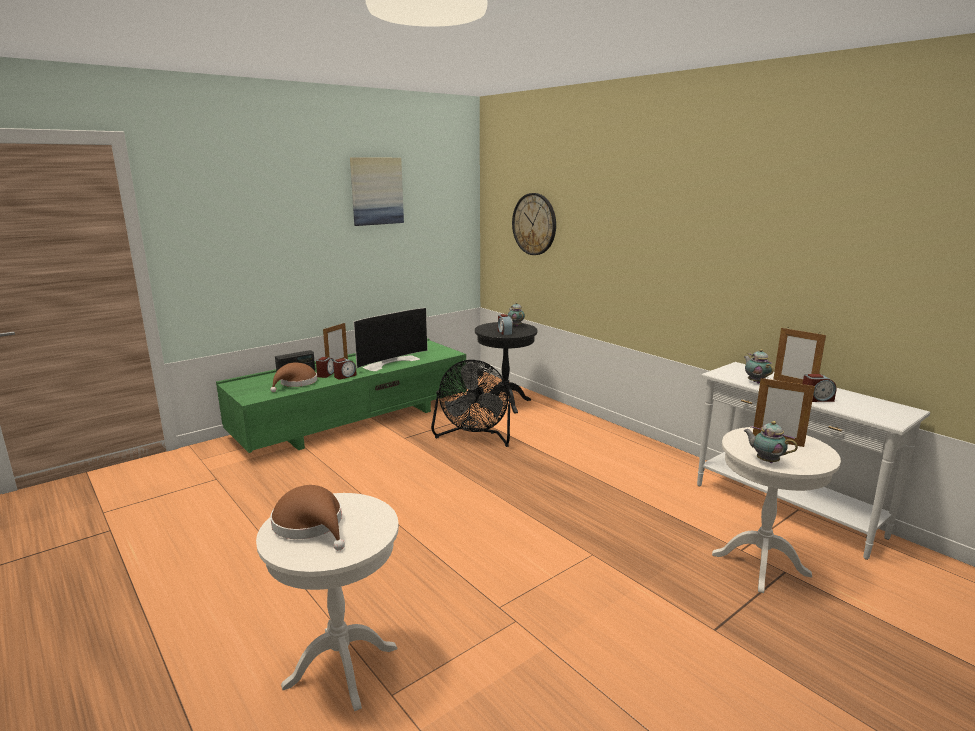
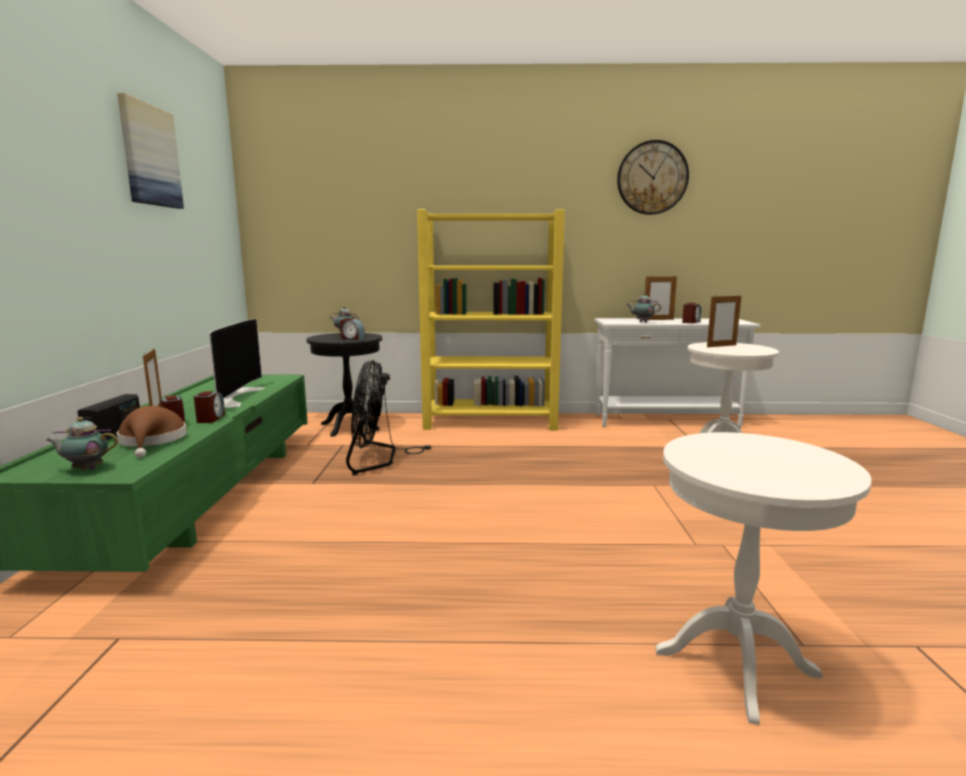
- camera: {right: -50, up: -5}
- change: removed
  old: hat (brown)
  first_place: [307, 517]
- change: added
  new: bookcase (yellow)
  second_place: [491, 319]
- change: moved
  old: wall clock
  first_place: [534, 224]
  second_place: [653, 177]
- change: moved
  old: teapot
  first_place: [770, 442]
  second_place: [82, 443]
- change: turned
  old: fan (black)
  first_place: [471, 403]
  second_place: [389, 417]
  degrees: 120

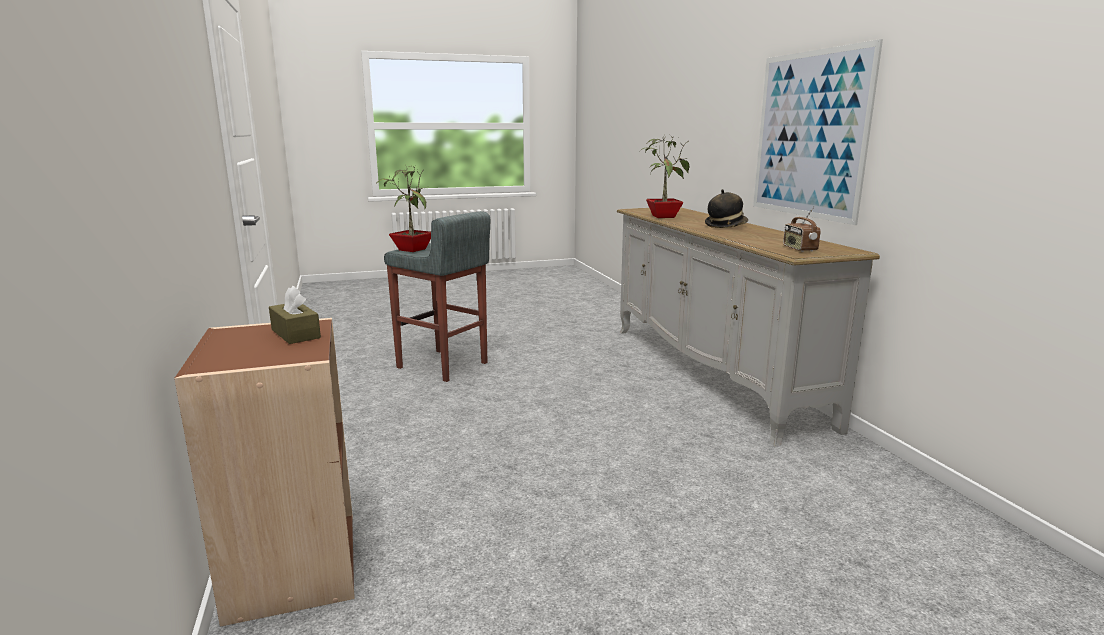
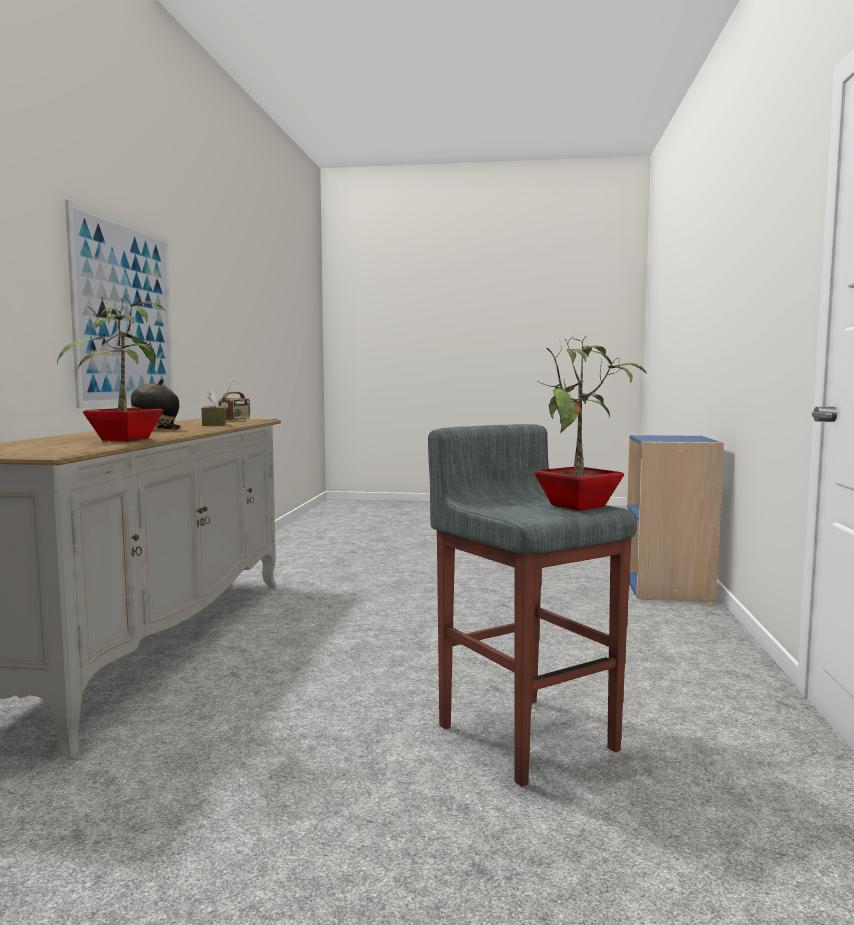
- camera: {right: -155, up: -10}
- change: moved
  old: tissue box (brown)
  first_place: [295, 315]
  second_place: [214, 408]
- change: recoloured
  old: bookcase (brown)
  new: bookcase (blue)
  first_place: [264, 472]
  second_place: [675, 518]

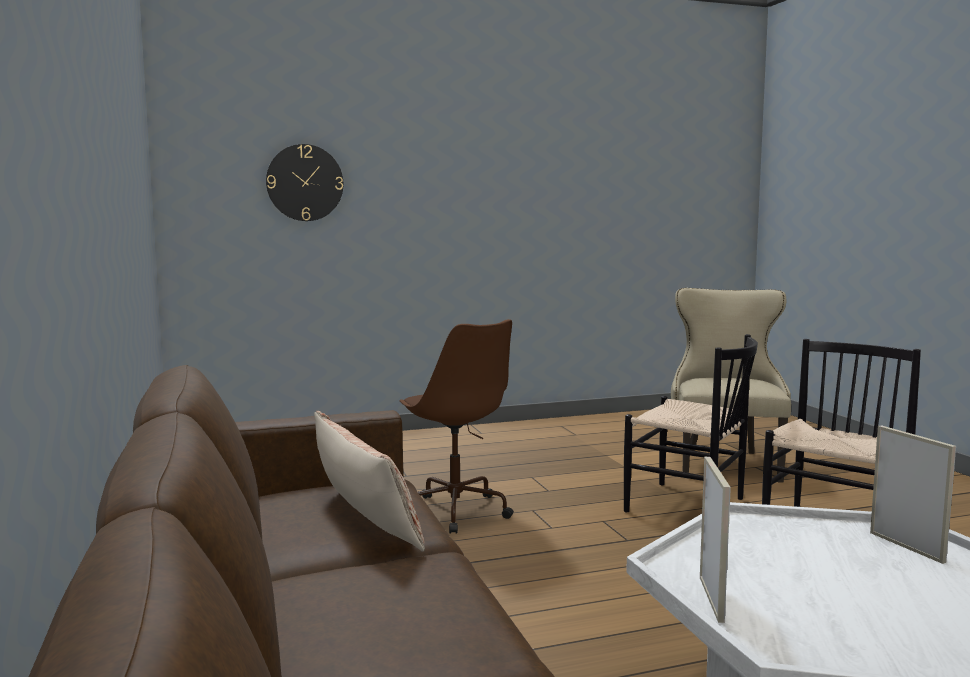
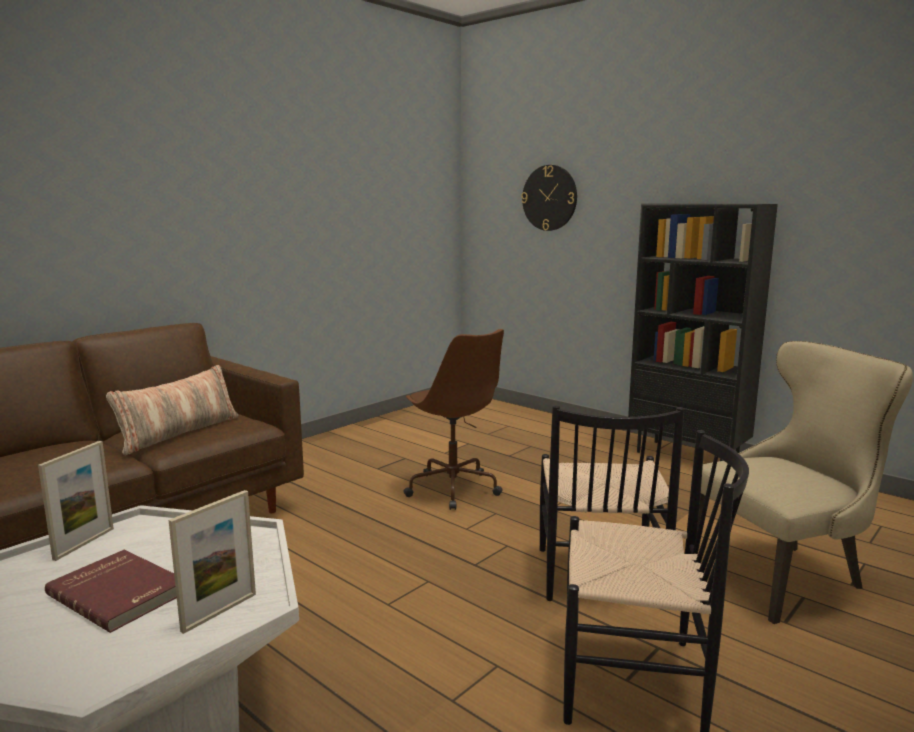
- camera: {right: 60, up: 5}
- change: added
  new: book (red)
  second_place: [111, 591]
- change: added
  new: bookcase (black)
  second_place: [703, 332]
- change: turned
  old: office chair (brown)
  first_place: [456, 426]
  second_place: [453, 419]
  degrees: -60
- change: turned
  old: picture frame
  first_place: [715, 540]
  second_place: [76, 501]
  degrees: -45

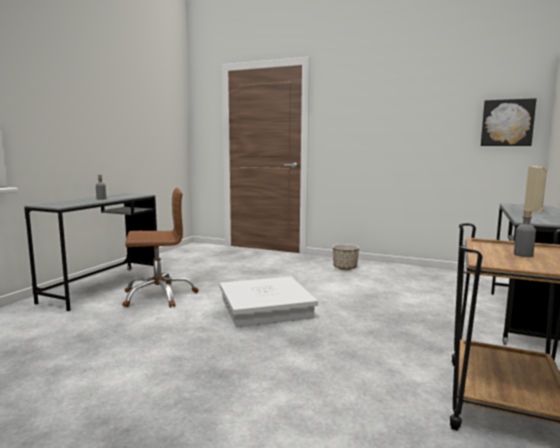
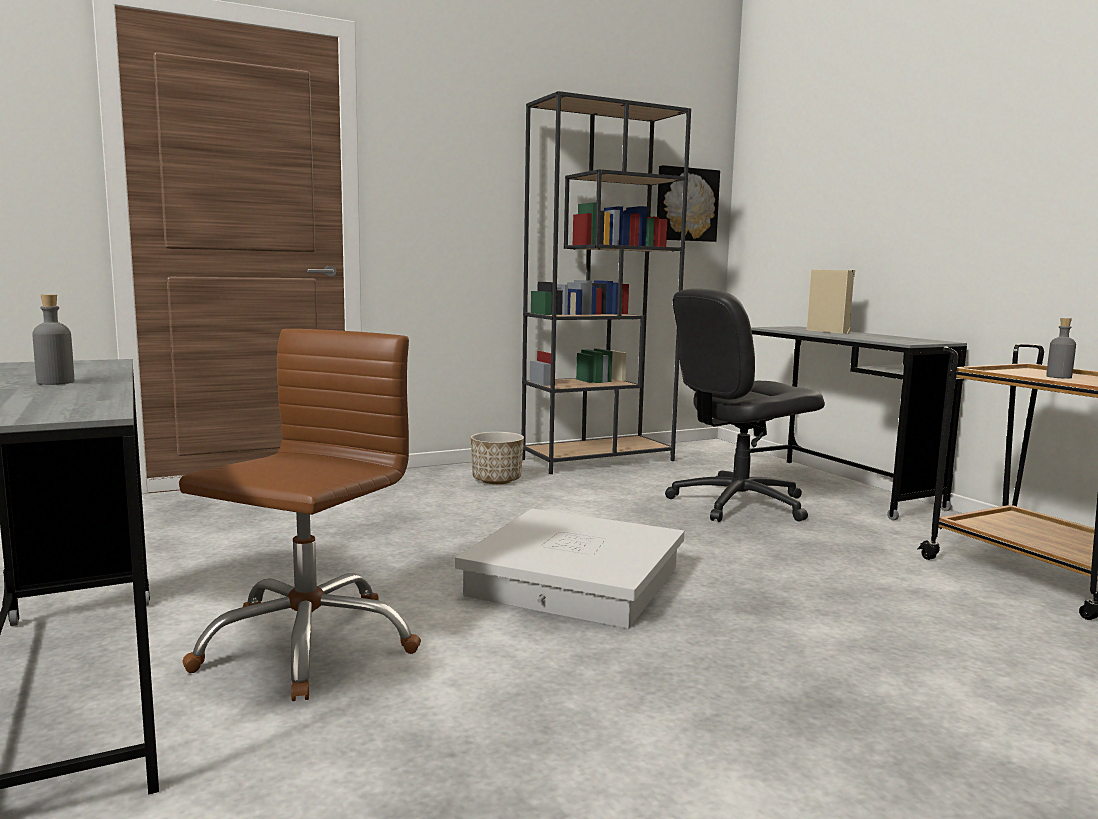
- camera: {right: -50, up: 0}
- change: added
  new: bookcase
  second_place: [606, 282]
- change: added
  new: office chair (black)
  second_place: [745, 405]

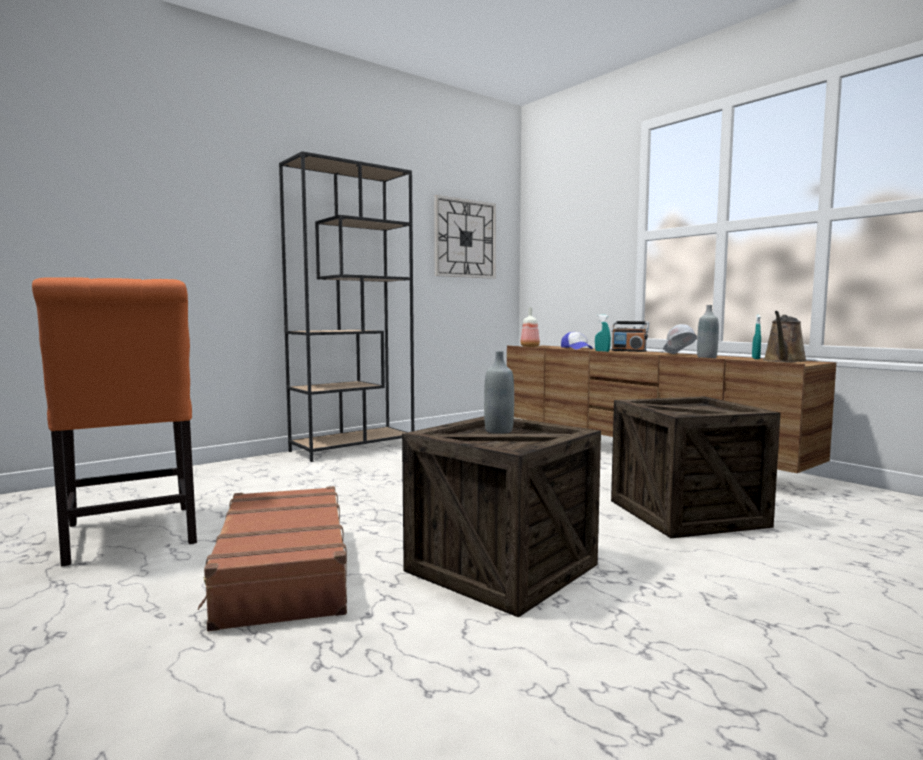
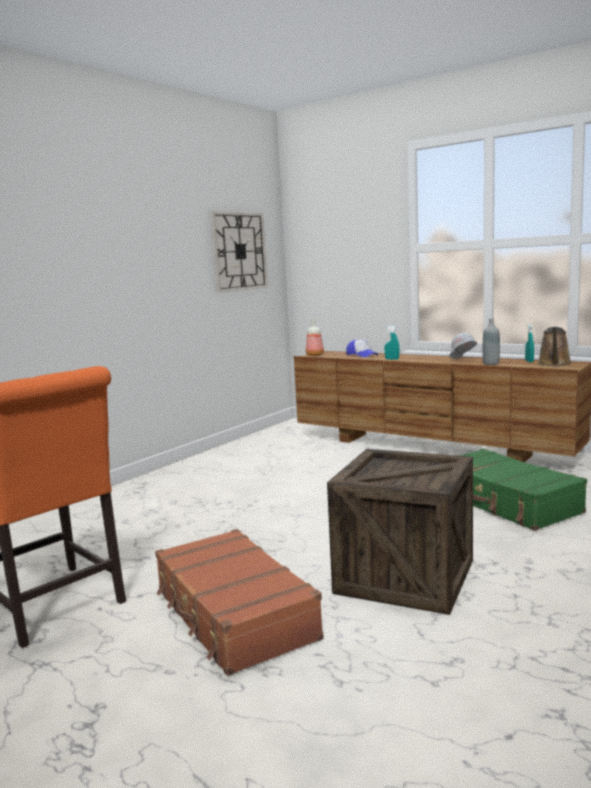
- camera: {right: -15, up: 5}
- change: removed
  old: bookcase
  first_place: [346, 306]
- change: removed
  old: bottle (grey)
  first_place: [499, 392]
- change: removed
  old: radio
  first_place: [630, 336]
- change: replaced
  old: crate
  new: suitcase (green)
  first_place: [696, 467]
  second_place: [523, 489]

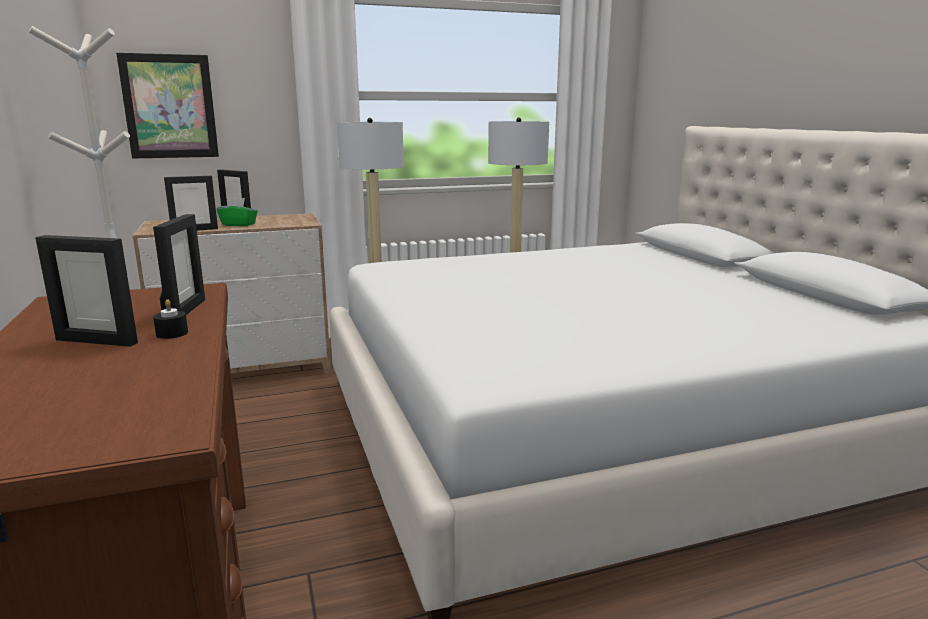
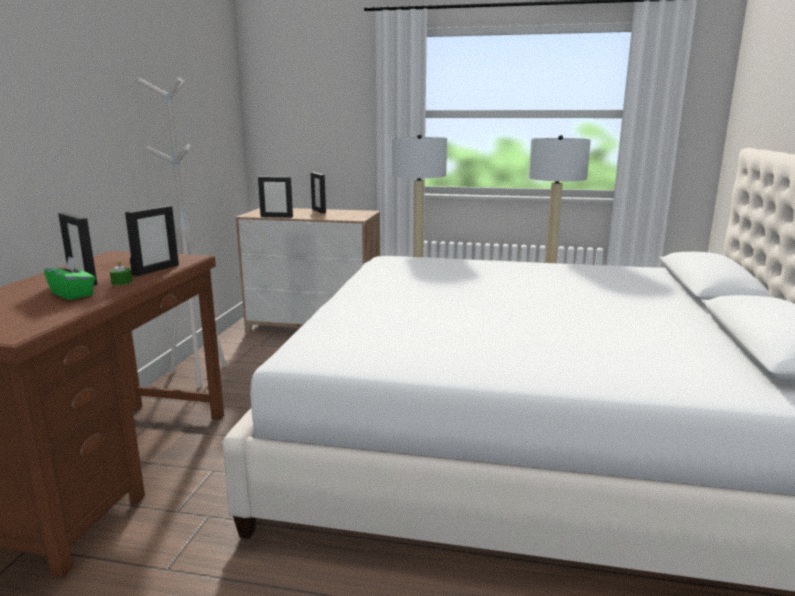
- camera: {right: 30, up: 0}
- change: removed
  old: picture
  first_place: [167, 106]
- change: moved
  old: tissue box (green)
  first_place: [237, 212]
  second_place: [69, 278]
- change: recoloured
  old: candle (black)
  new: candle (green)
  first_place: [170, 319]
  second_place: [121, 272]

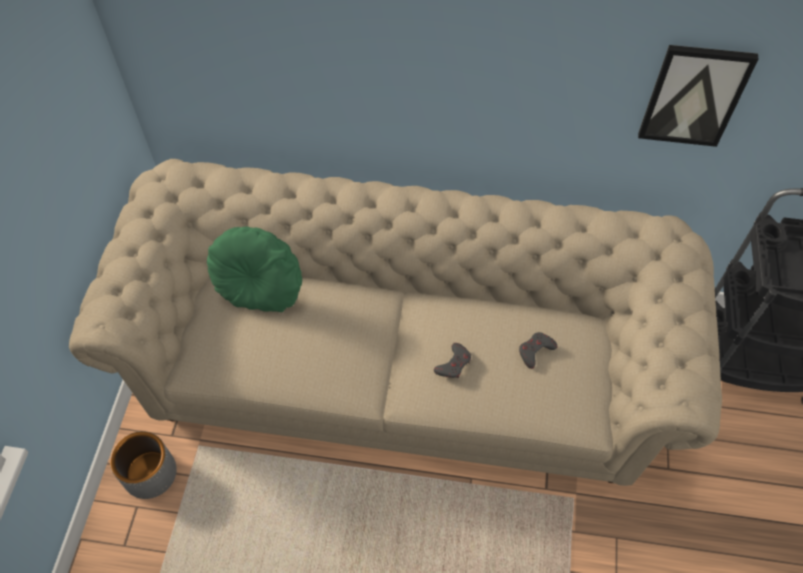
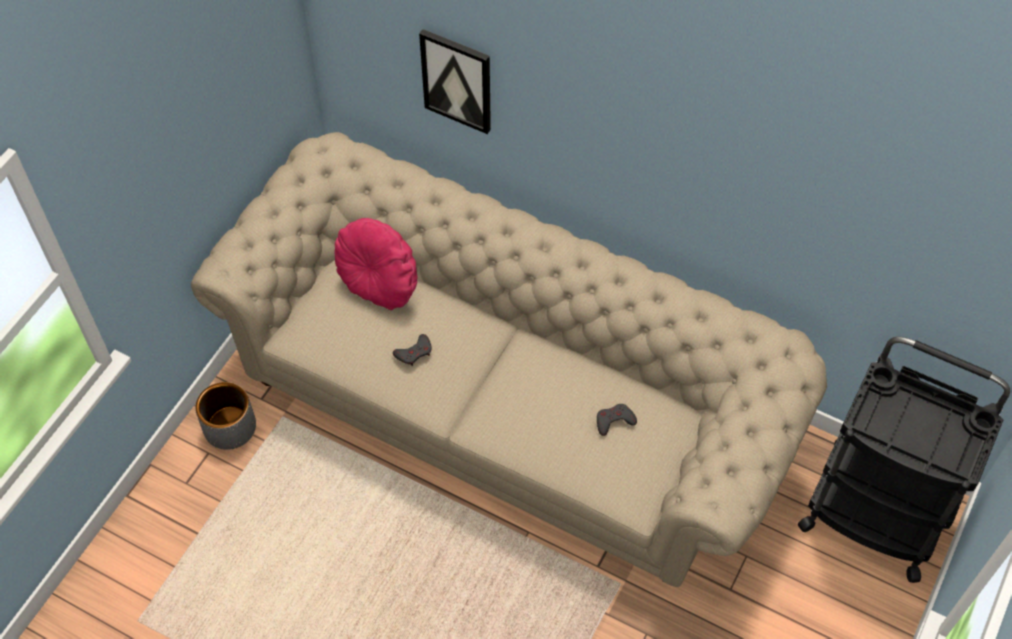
- camera: {right: 20, up: 0}
- change: moved
  old: game controller (grey)
  first_place: [452, 360]
  second_place: [412, 350]
- change: moved
  old: picture
  first_place: [698, 96]
  second_place: [455, 81]
- change: recoloured
  old: pillow (green)
  new: pillow (pink)
  first_place: [254, 269]
  second_place: [376, 264]

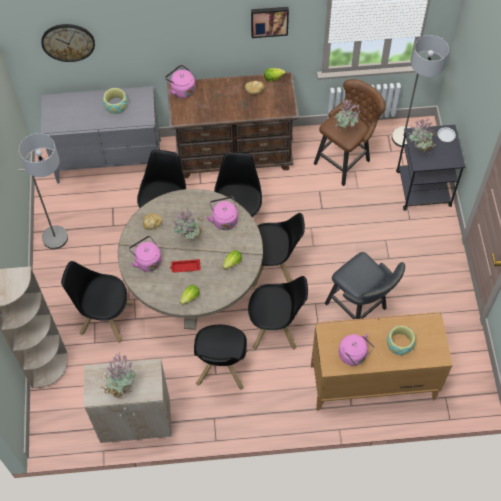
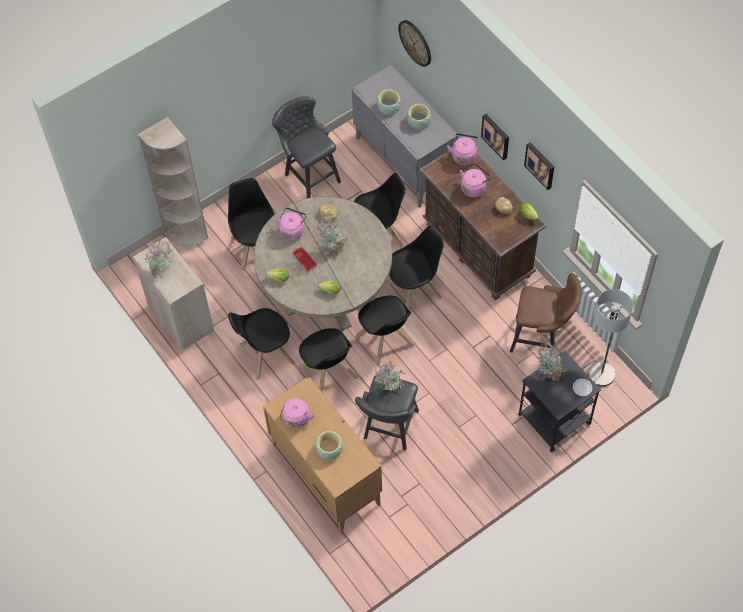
- camera: {right: 60, up: 0}
- change: added
  new: bowl
  second_place: [389, 102]
- change: added
  new: picture
  second_place: [495, 137]
- change: moved
  old: kettle (pink)
  first_place: [222, 213]
  second_place: [475, 180]
- change: moved
  old: potted plant
  first_place: [347, 115]
  second_place: [390, 376]
- change: replaced
  old: floor lamp (grey)
  new: stool (grey)
  first_place: [42, 191]
  second_place: [306, 147]

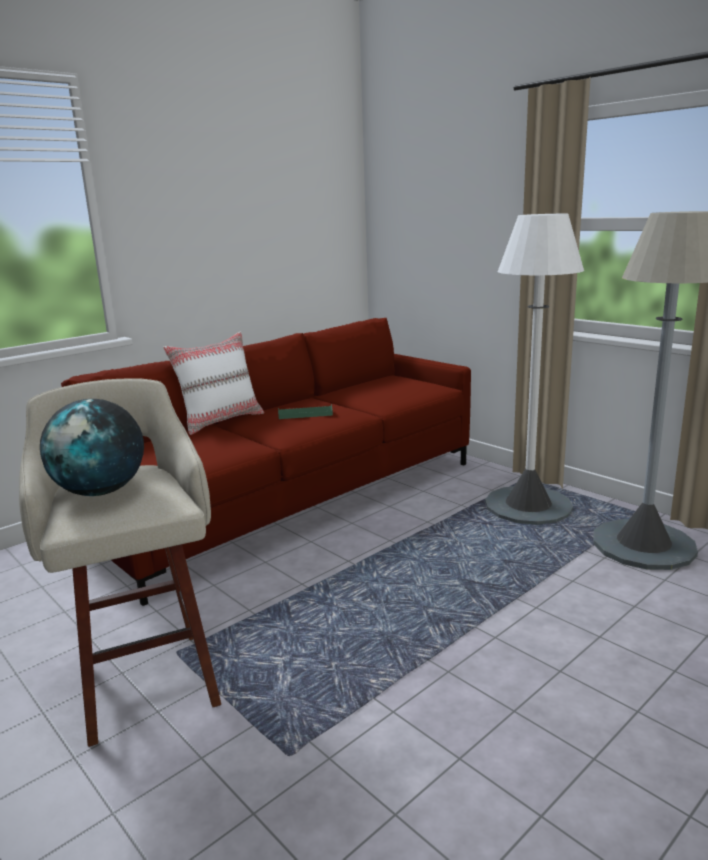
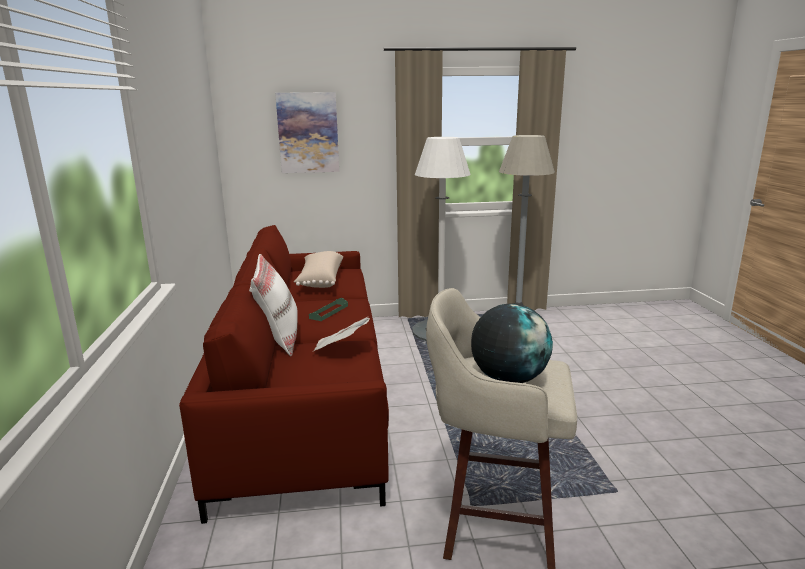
- camera: {right: -55, up: 0}
- change: added
  new: picture
  second_place: [307, 132]
- change: added
  new: pillow (beige)
  second_place: [318, 269]
- change: added
  new: newspaper
  second_place: [341, 334]

